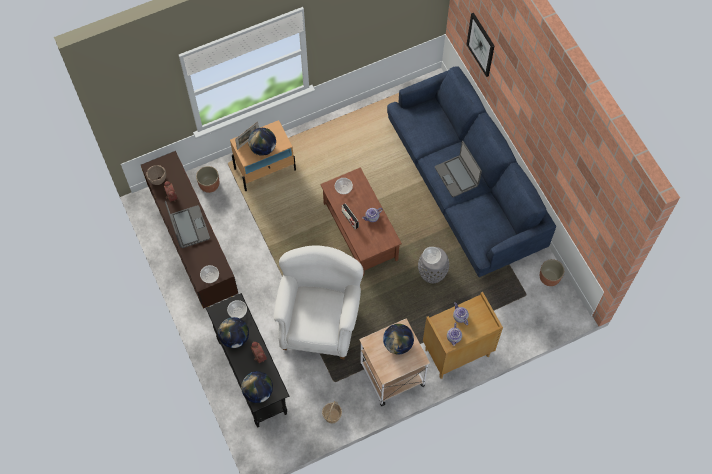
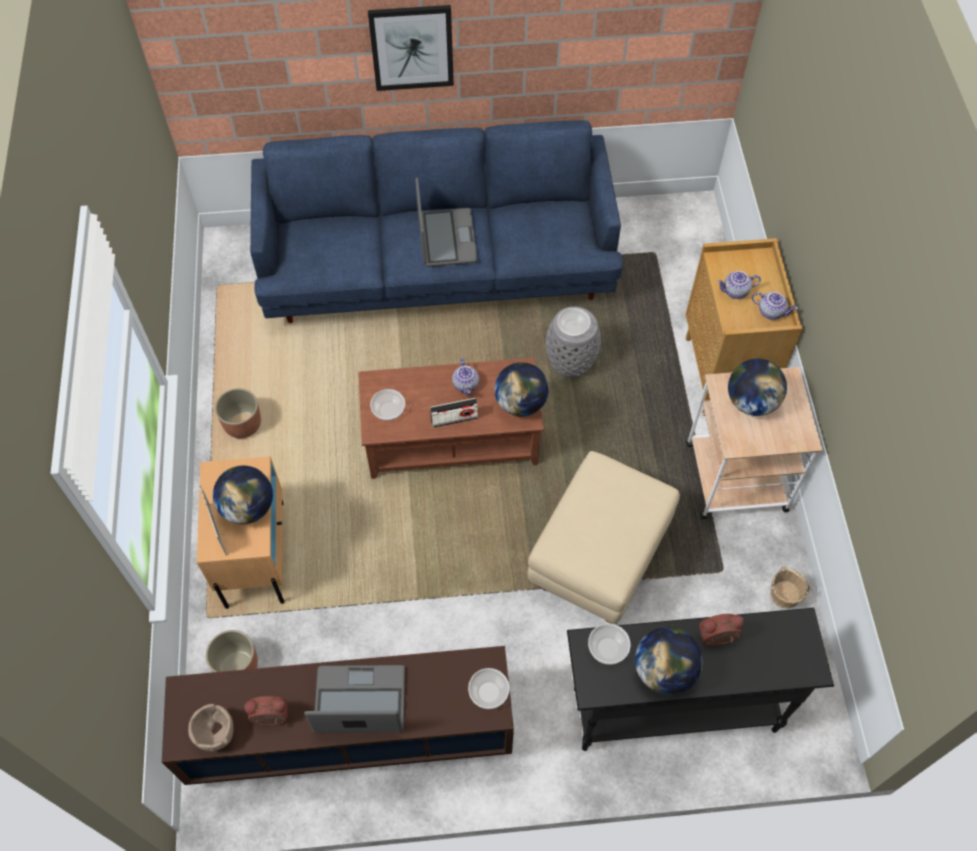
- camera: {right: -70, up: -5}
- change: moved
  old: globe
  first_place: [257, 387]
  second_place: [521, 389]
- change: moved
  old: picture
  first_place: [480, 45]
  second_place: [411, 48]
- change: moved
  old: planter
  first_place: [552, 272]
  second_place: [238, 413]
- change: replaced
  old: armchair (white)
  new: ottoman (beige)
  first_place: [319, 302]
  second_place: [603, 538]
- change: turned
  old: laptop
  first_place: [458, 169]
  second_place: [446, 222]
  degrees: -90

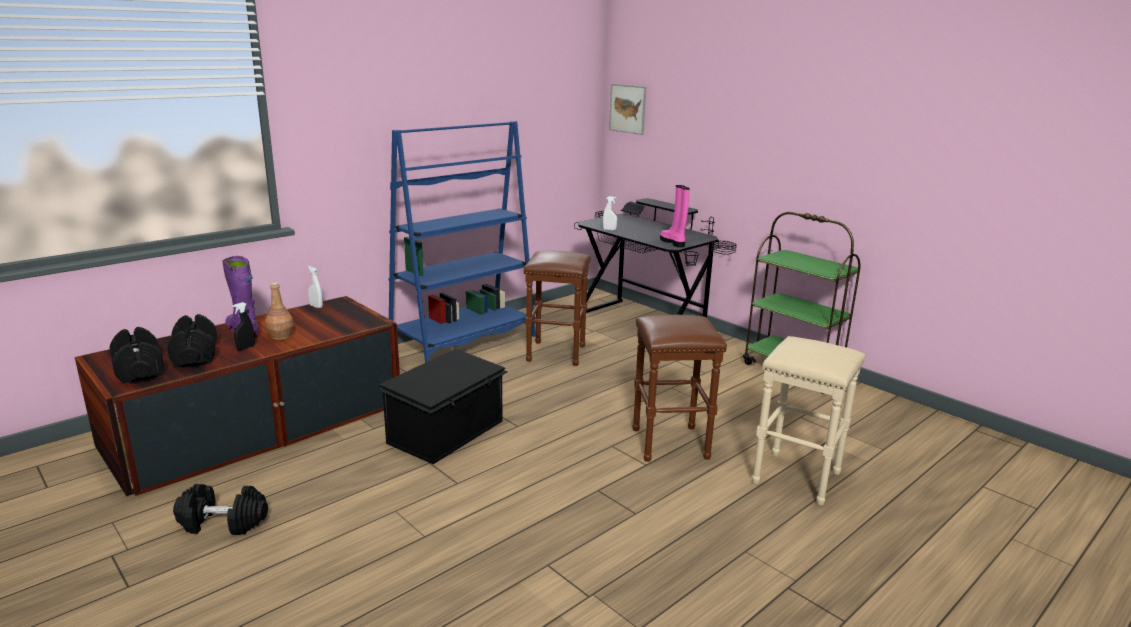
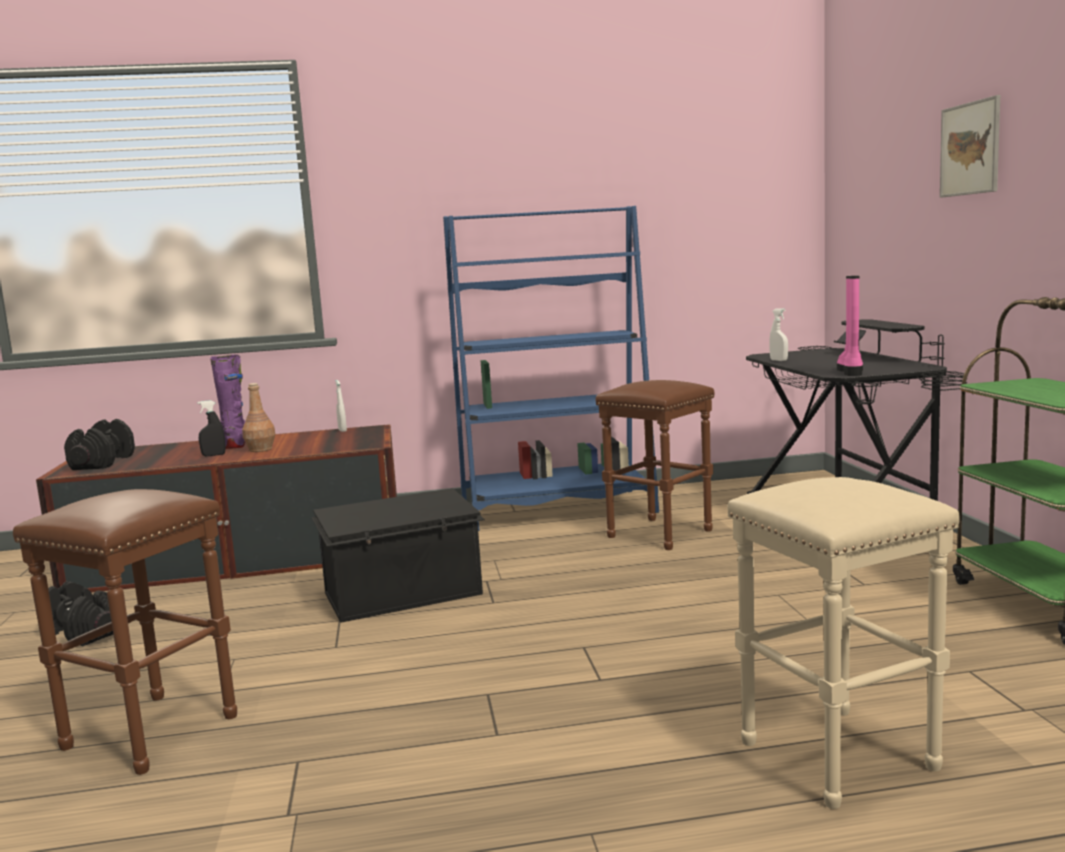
- camera: {right: 35, up: -10}
- change: removed
  old: dumbbell (black)
  first_place: [192, 340]
- change: moved
  old: picture
  first_place: [627, 109]
  second_place: [970, 146]
- change: moved
  old: stool (brown)
  first_place: [680, 388]
  second_place: [125, 632]

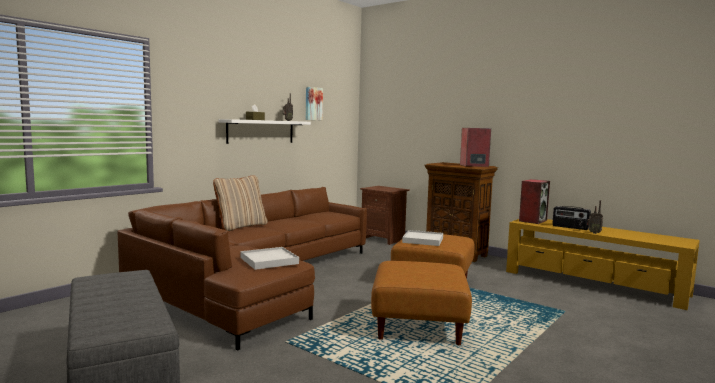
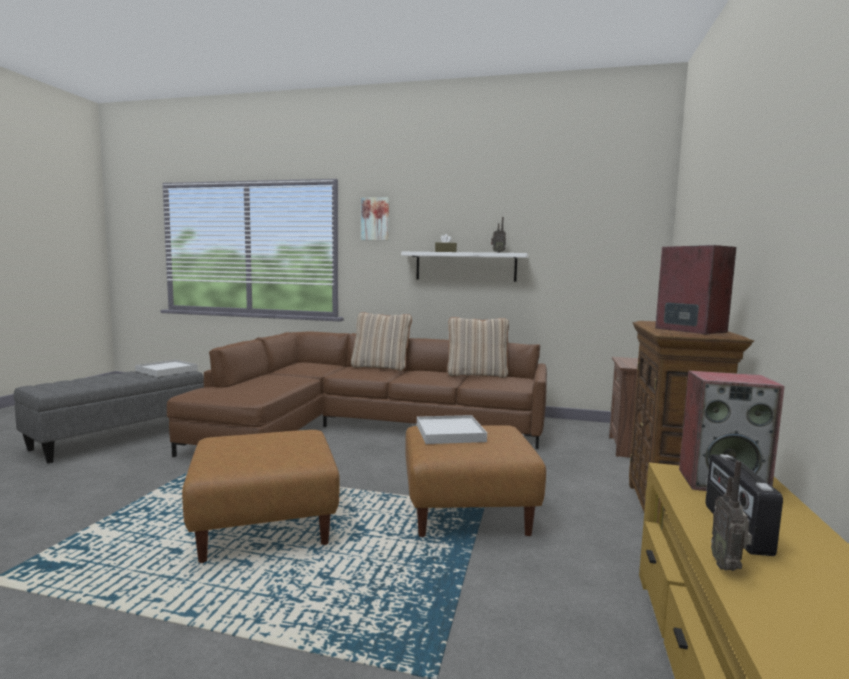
- camera: {right: 65, up: 0}
- change: added
  new: pillow (beige)
  second_place: [478, 347]
- change: moved
  old: tray (white)
  first_place: [270, 258]
  second_place: [166, 368]
- change: moved
  old: picture
  first_place: [314, 103]
  second_place: [375, 218]

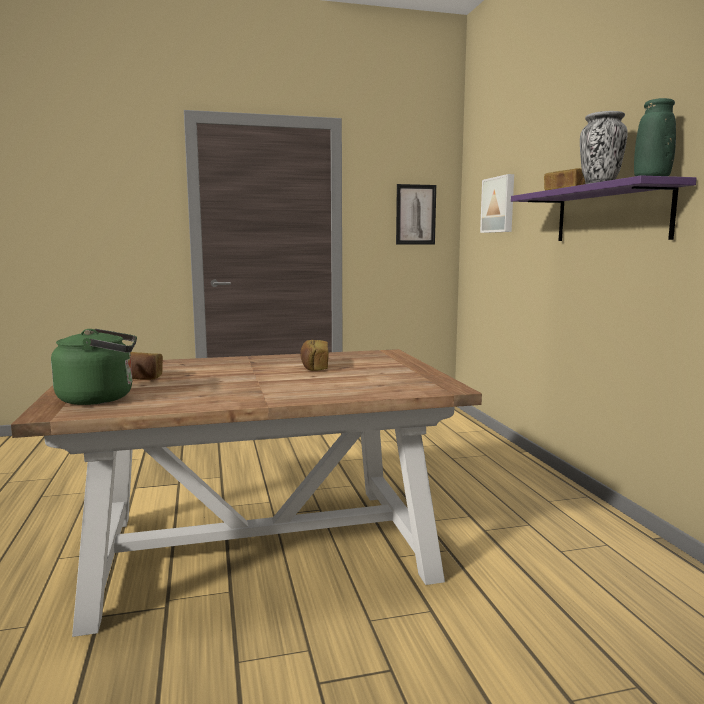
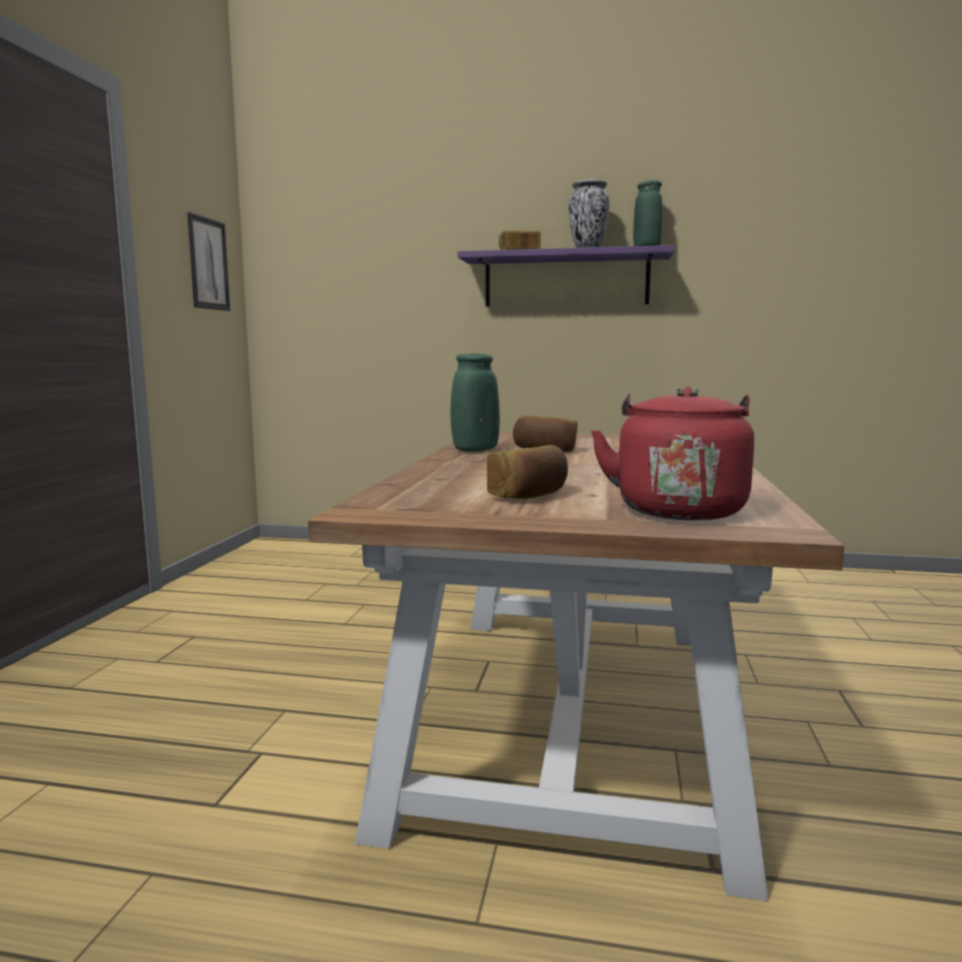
- camera: {right: -65, up: 0}
- change: removed
  old: picture
  first_place: [497, 203]
- change: added
  new: vase (green)
  second_place: [475, 403]
- change: recoloured
  old: kettle (green)
  new: kettle (red)
  first_place: [94, 367]
  second_place: [672, 453]

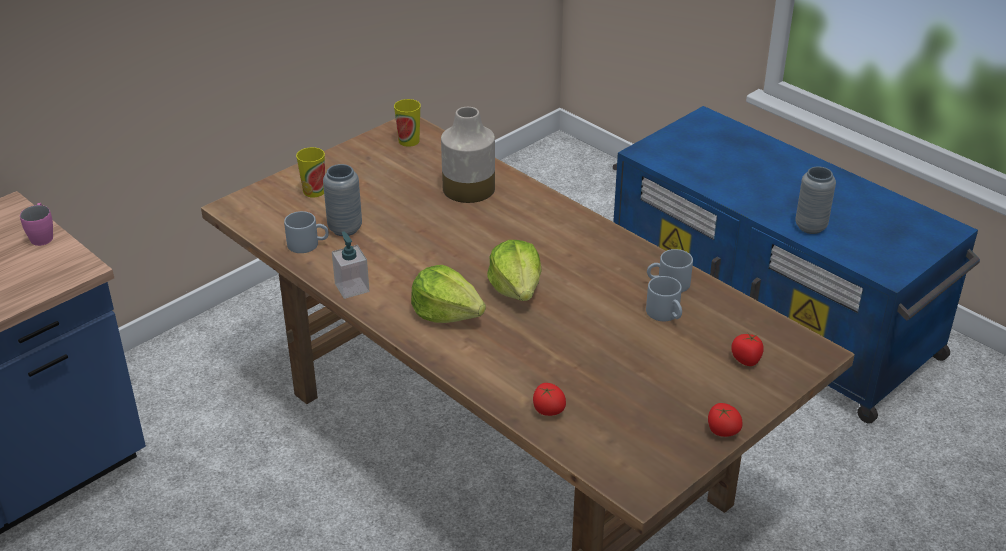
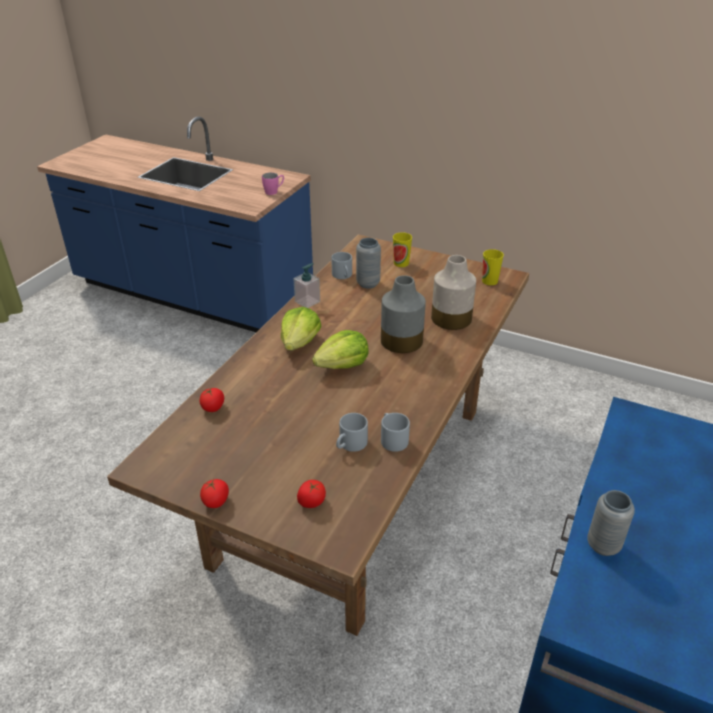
- camera: {right: 70, up: 0}
- change: added
  new: vase (grey)
  second_place: [403, 314]

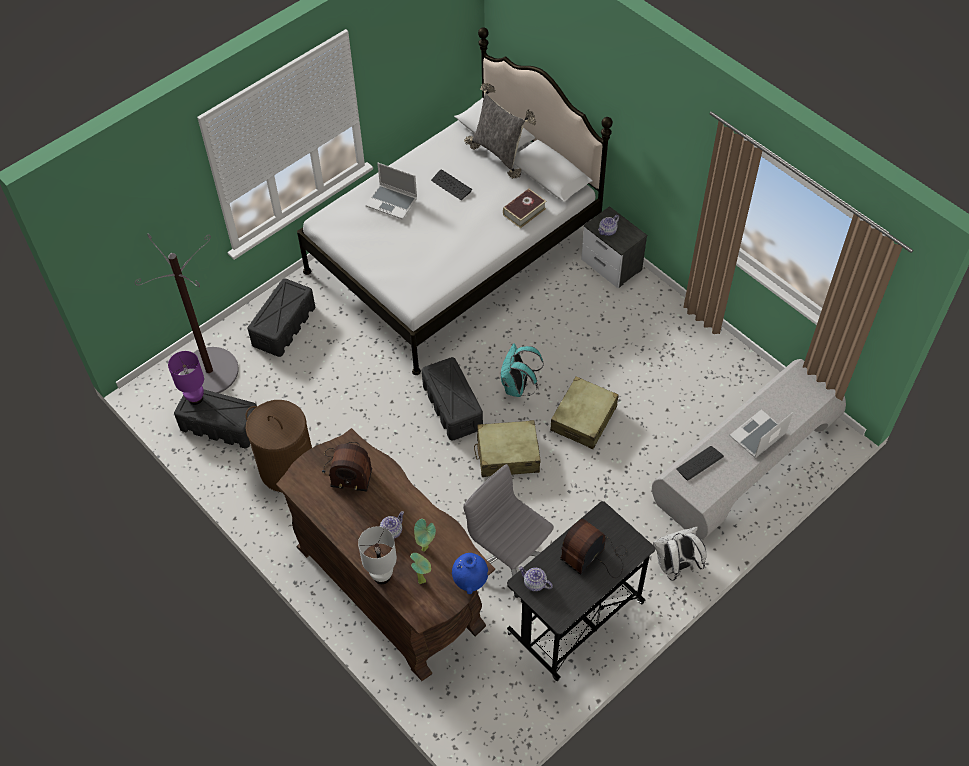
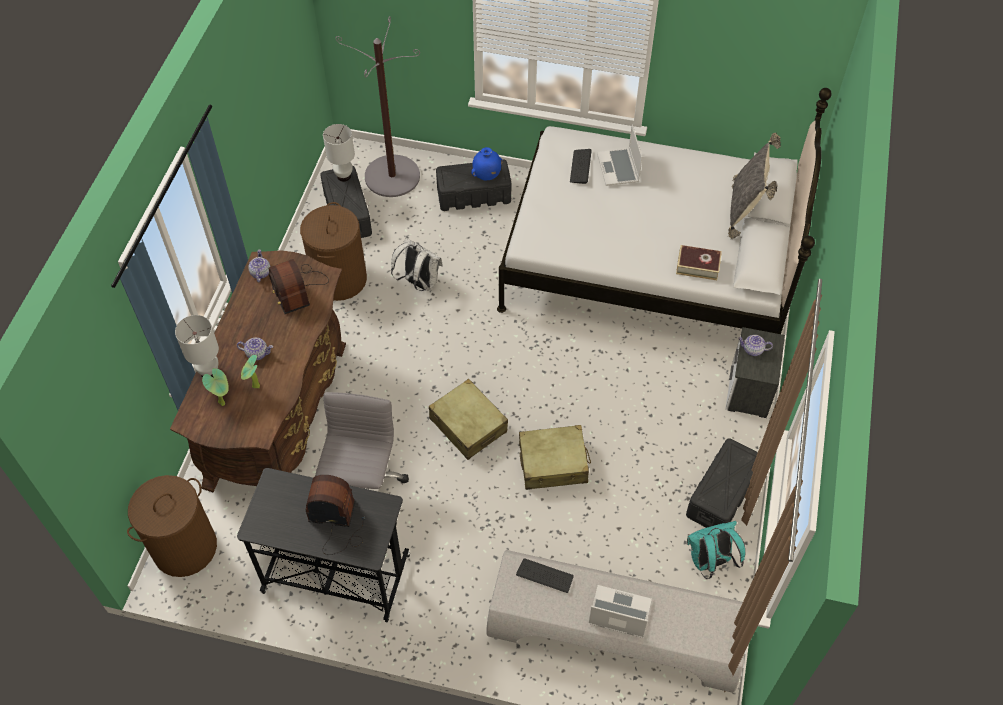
- camera: {right: 55, up: 0}
- change: added
  new: laundry basket (brown)
  second_place: [172, 526]
- change: moved
  old: storage box (black)
  first_place: [452, 399]
  second_place: [722, 483]
- change: moved
  old: keyboard
  first_place: [451, 184]
  second_place: [581, 166]
- change: moved
  old: vase (blue)
  first_place: [470, 573]
  second_place: [487, 163]
- change: moved
  old: backpack (turquoise)
  first_place: [522, 370]
  second_place: [716, 550]
- change: moved
  old: teapot
  first_place: [536, 578]
  second_place: [259, 265]
- change: moved
  old: backpack (white)
  first_place: [679, 554]
  second_place: [417, 264]
- change: recoloured
  old: table lamp (purple)
  new: table lamp (white)
  first_place: [186, 378]
  second_place: [339, 153]

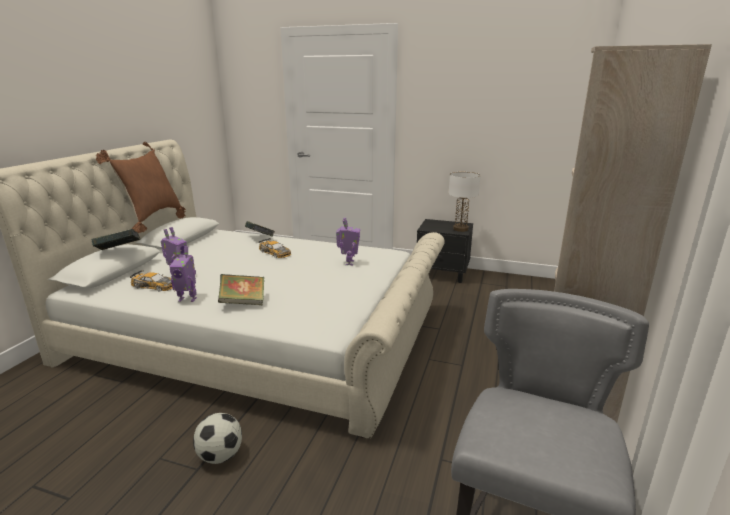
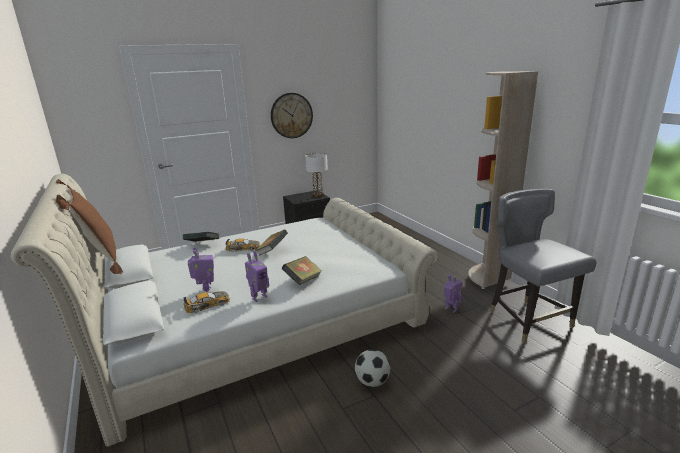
- camera: {right: -45, up: 0}
- change: added
  new: wall clock
  second_place: [292, 115]
- change: moved
  old: book
  first_place: [115, 239]
  second_place: [271, 242]
- change: moved
  old: toy robot
  first_place: [348, 241]
  second_place: [453, 294]

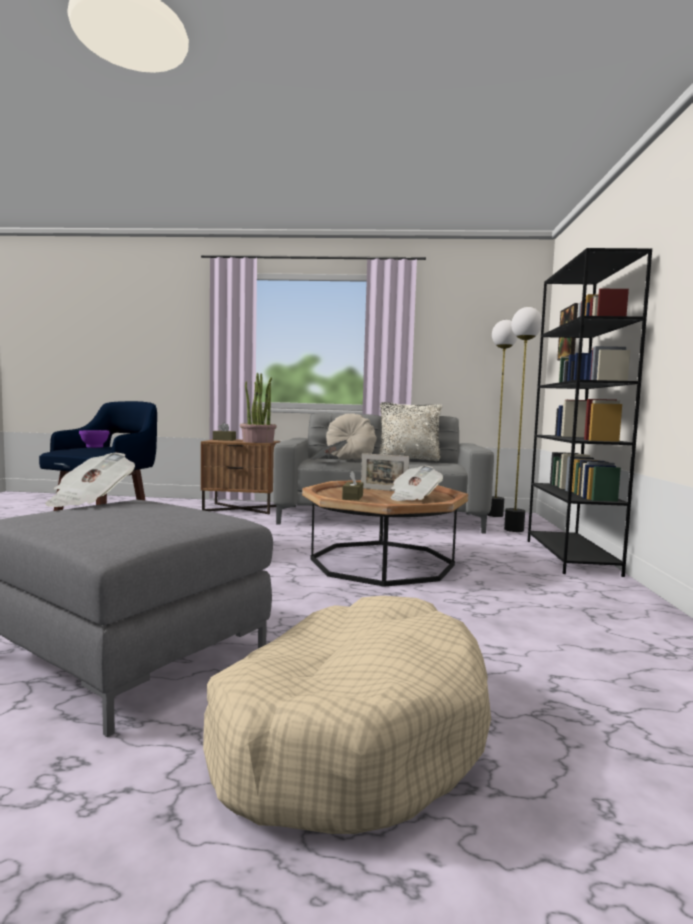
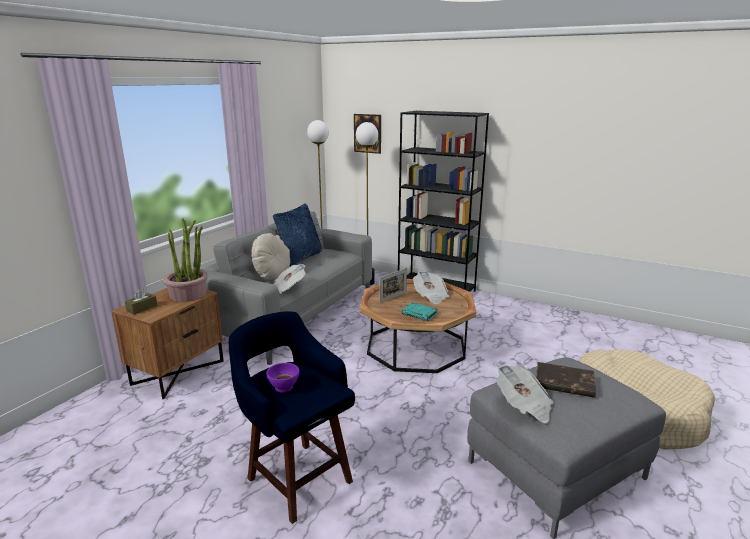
- camera: {right: -65, up: 15}
- change: added
  new: book (brown)
  second_place: [566, 380]
- change: replaced
  old: tissue box (brown)
  new: book (turquoise)
  first_place: [352, 486]
  second_place: [420, 311]
- change: recoloured
  old: pillow (beige)
  new: pillow (blue)
  first_place: [410, 432]
  second_place: [297, 235]

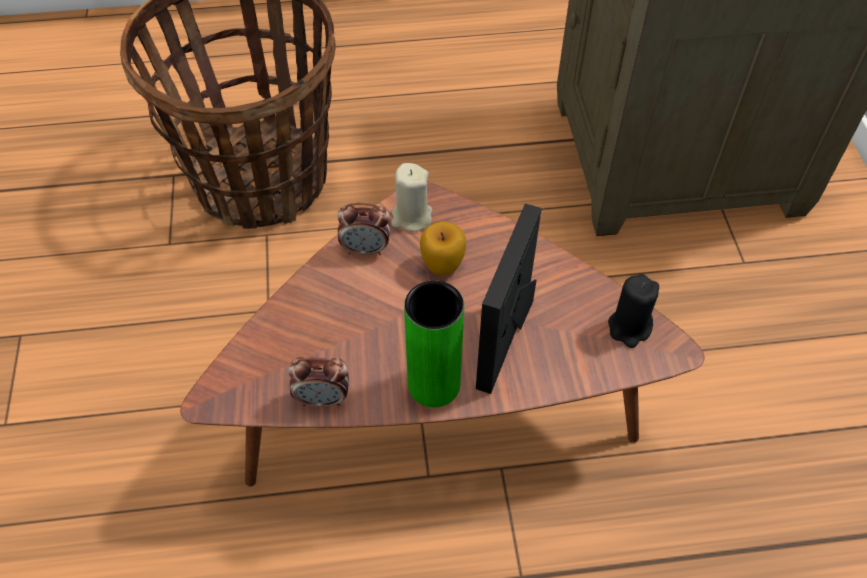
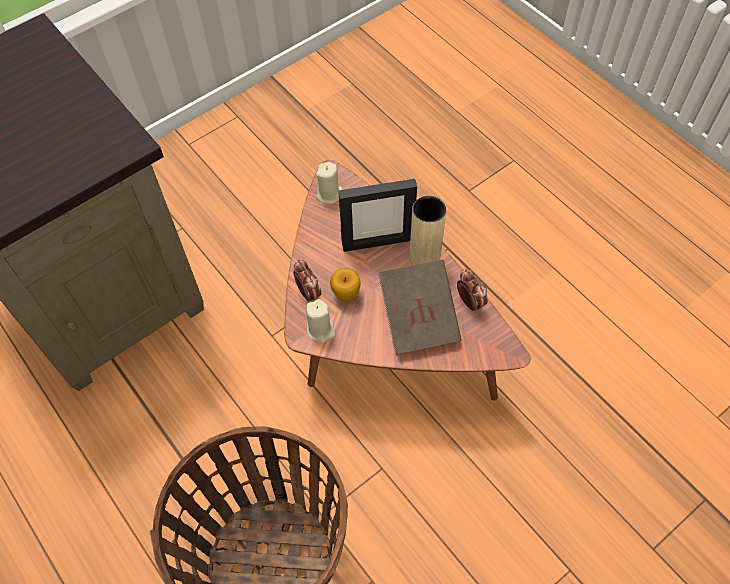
- camera: {right: -120, up: 5}
- change: added
  new: book (brown)
  second_place: [420, 307]
- change: moved
  old: alarm clock
  first_place: [363, 228]
  second_place: [307, 281]
- change: recoloured
  old: vase (green)
  new: vase (beige)
  first_place: [434, 344]
  second_place: [427, 230]
- change: recoloured
  old: candle (black)
  new: candle (beige)
  first_place: [633, 311]
  second_place: [329, 183]

